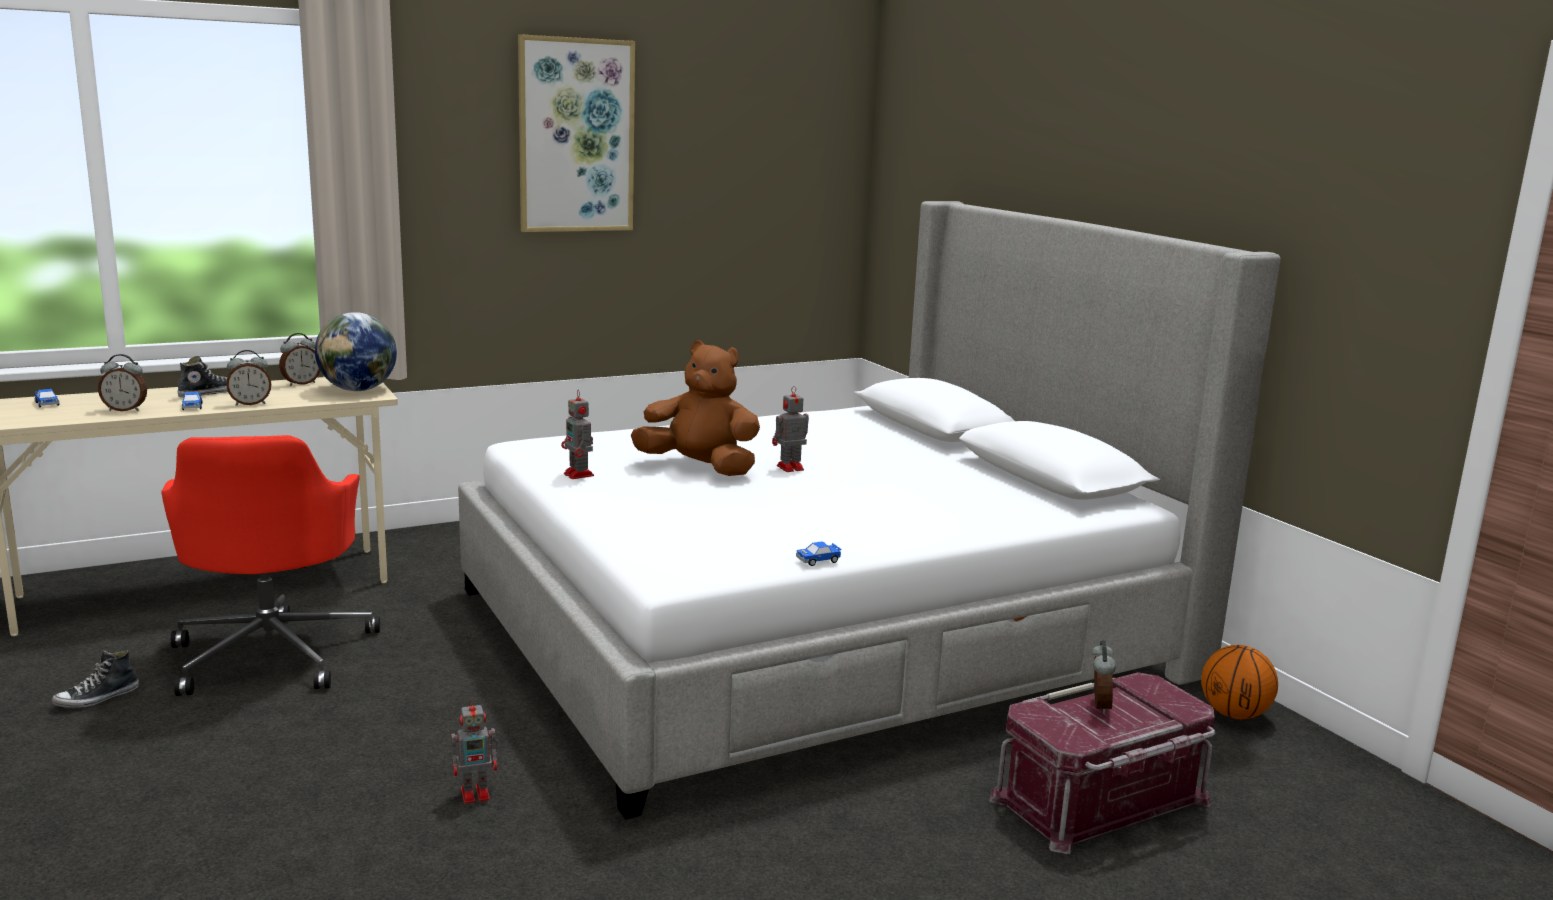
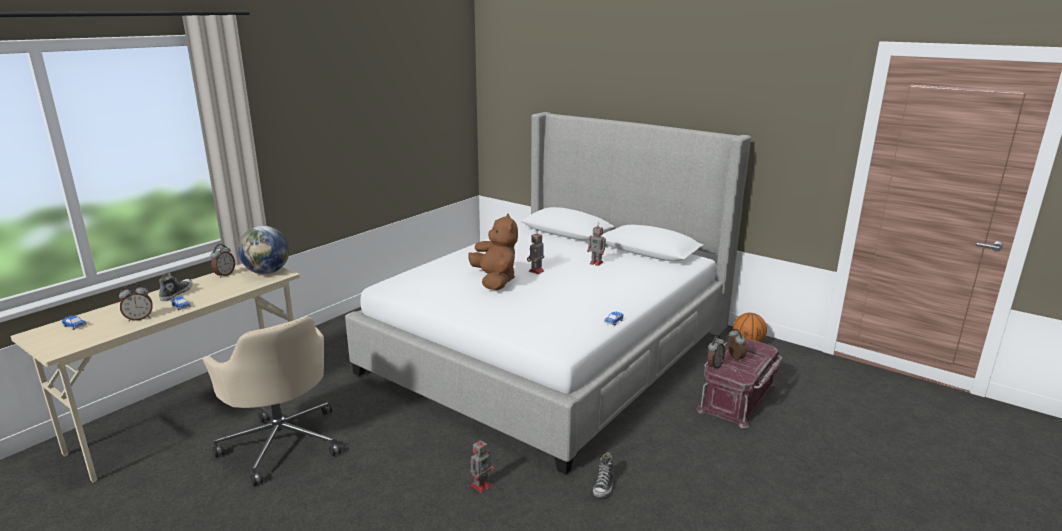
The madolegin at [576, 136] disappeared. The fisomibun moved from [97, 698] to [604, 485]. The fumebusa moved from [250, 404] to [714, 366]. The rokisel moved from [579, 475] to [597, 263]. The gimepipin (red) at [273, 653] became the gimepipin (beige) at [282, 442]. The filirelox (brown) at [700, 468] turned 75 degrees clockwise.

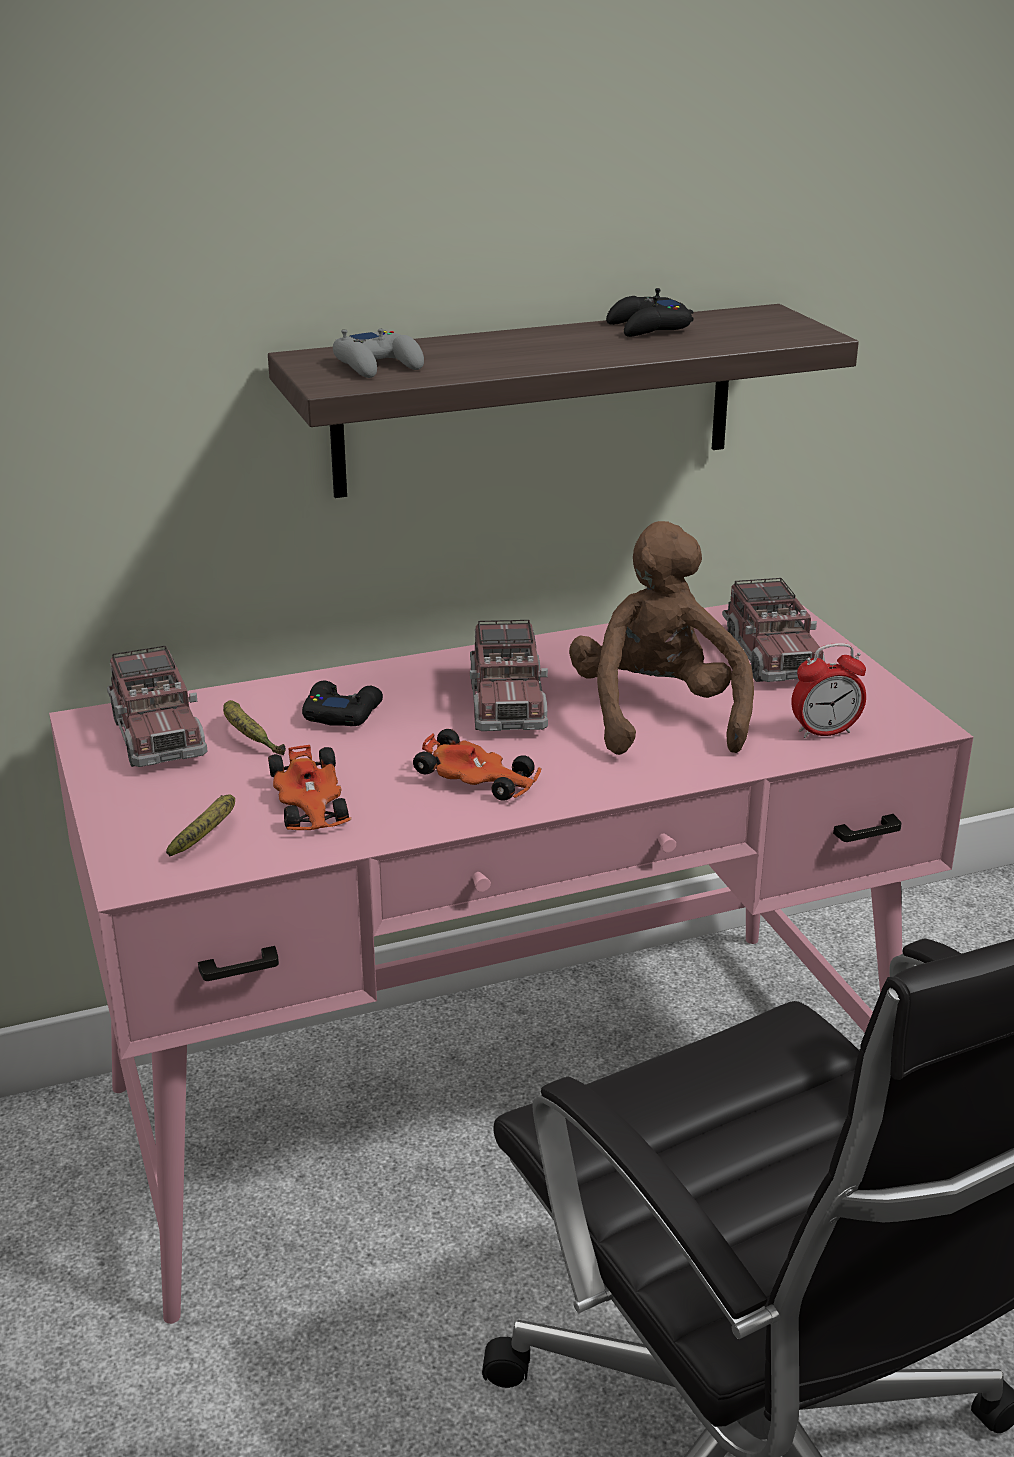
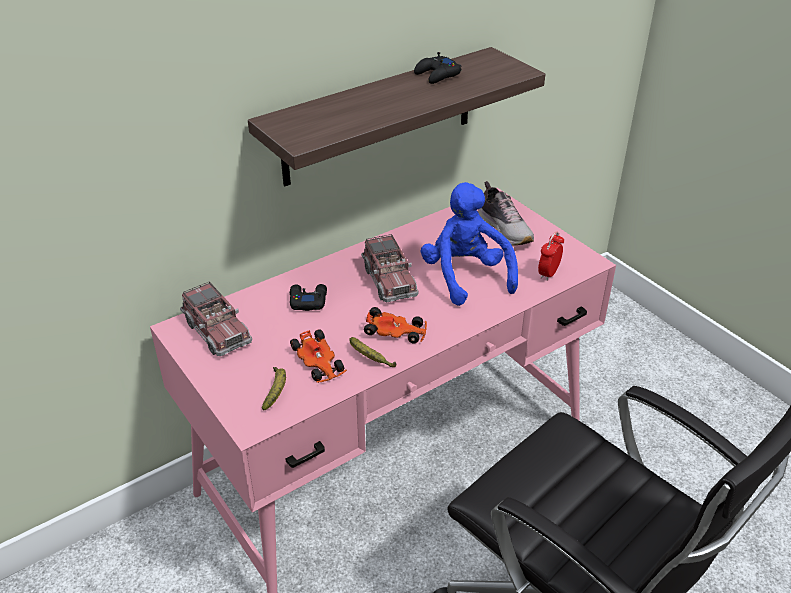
The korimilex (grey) at [378, 365] disappeared. The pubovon moved from [248, 738] to [369, 358]. The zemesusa at [772, 656] was replaced by the fisomibun at [505, 229]. The filirelox (brown) at [657, 715] became the filirelox (blue) at [465, 276]. The fumebusa at [824, 732] turned 150 degrees clockwise.

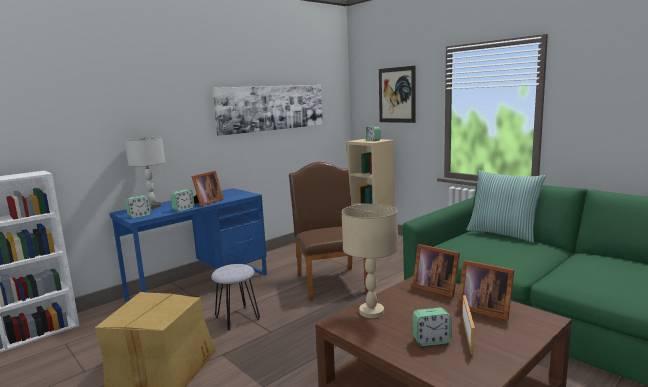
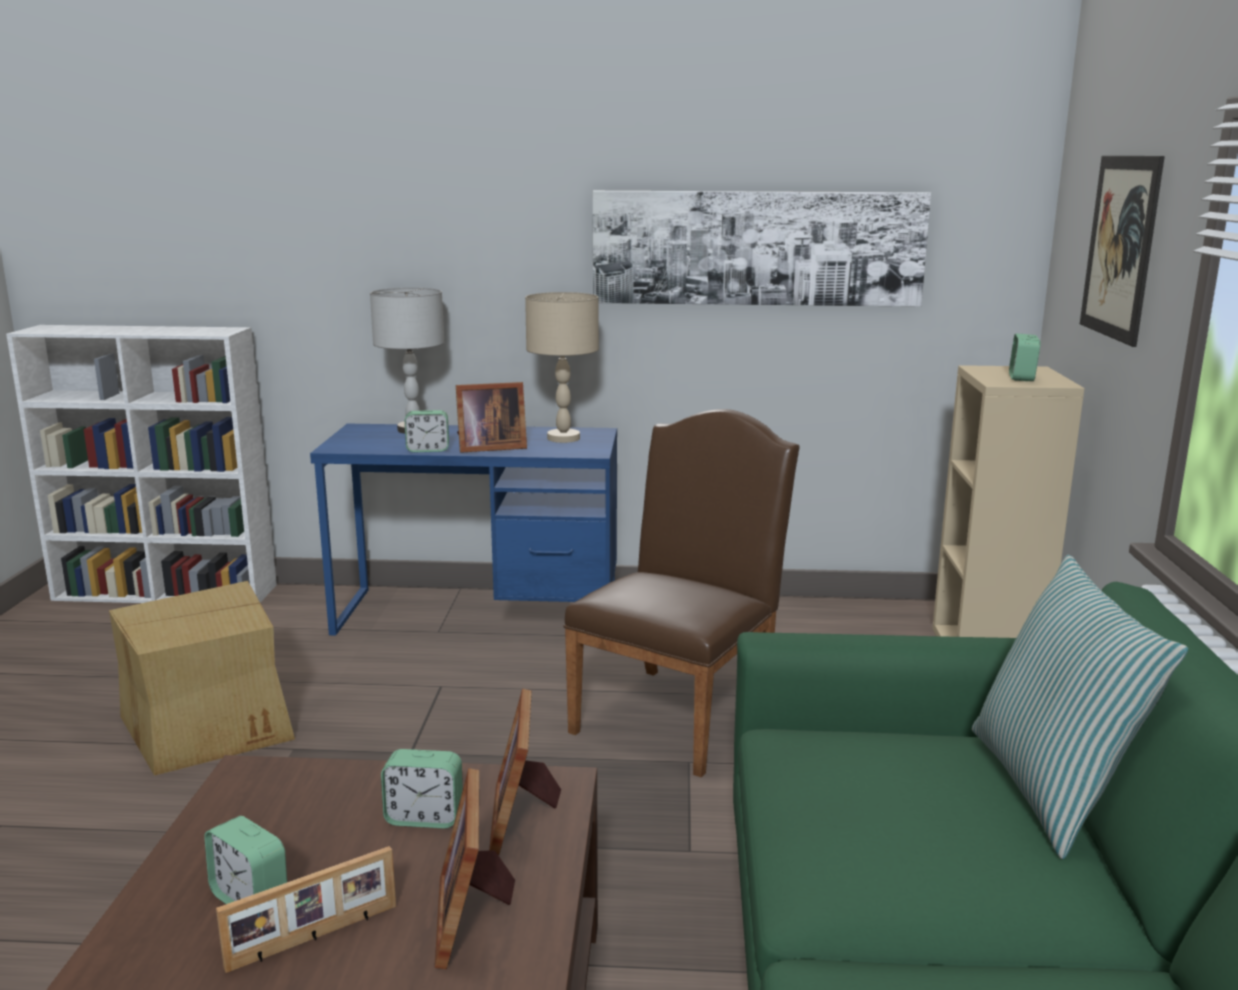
The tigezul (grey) at [237, 318] disappeared. The fumebusa moved from [140, 215] to [424, 817]. The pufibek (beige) moved from [372, 312] to [564, 438].

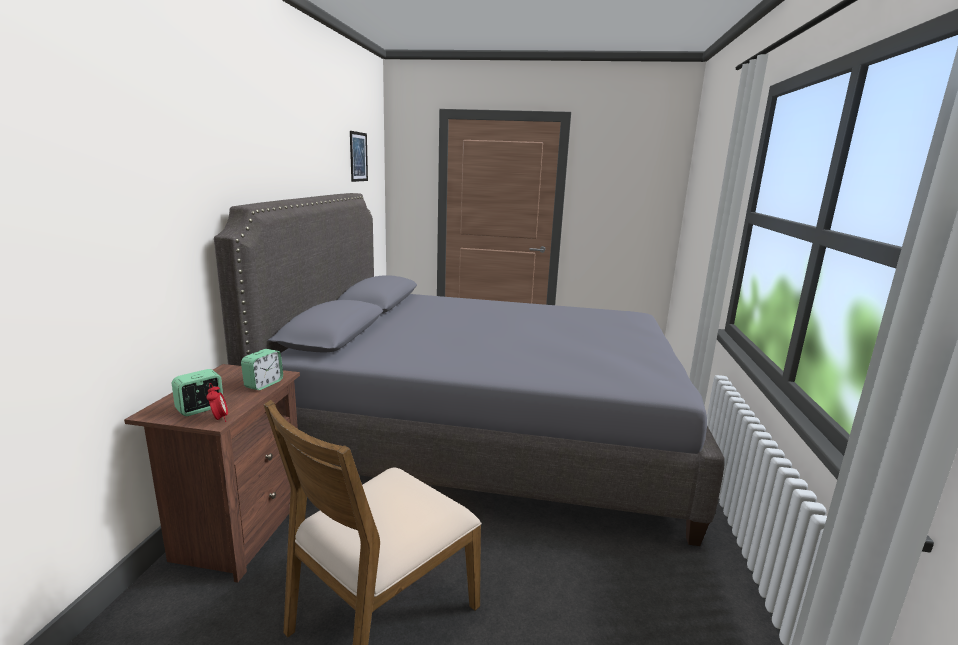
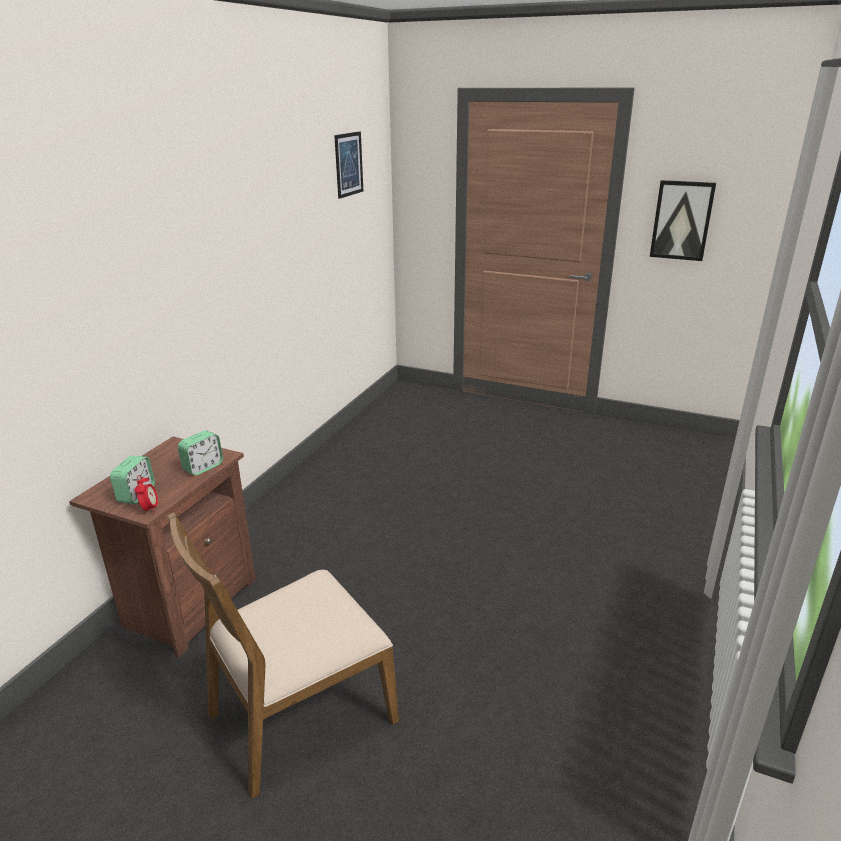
The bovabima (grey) at [484, 434] disappeared. The madolegin at [682, 220] appeared. The fumebusa at [200, 409] turned 135 degrees clockwise.

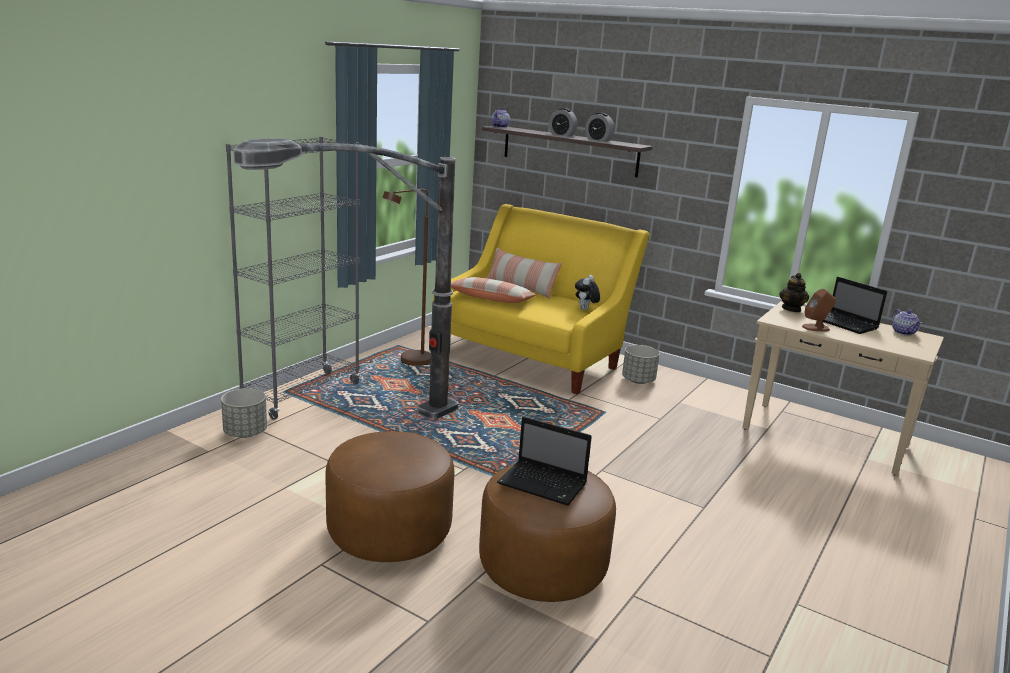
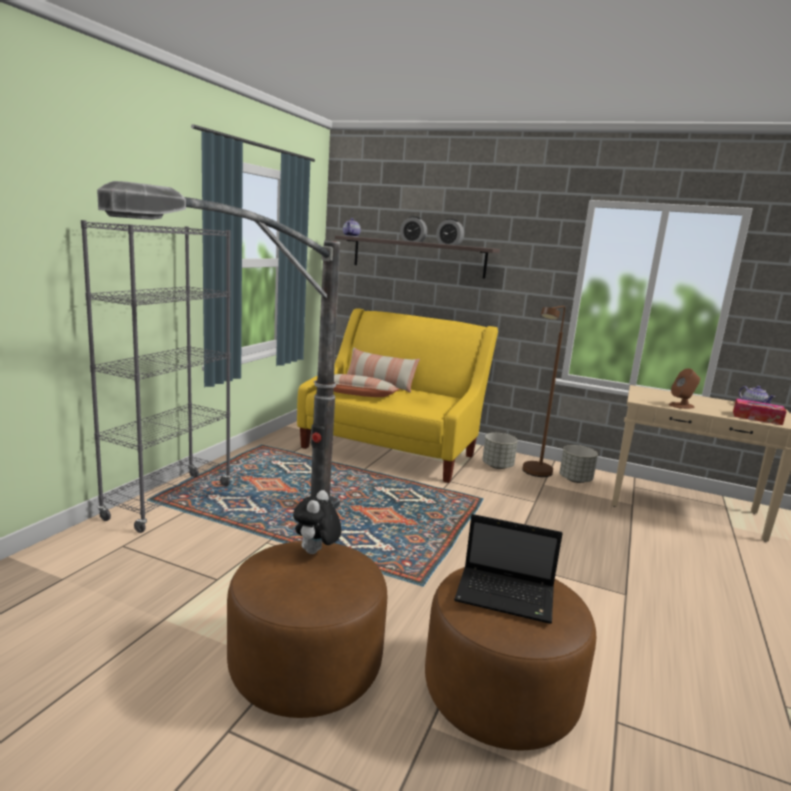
The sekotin at [791, 309] disappeared. The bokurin at [845, 323] disappeared. The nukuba at [757, 418] appeared. The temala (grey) moved from [245, 433] to [575, 480]. The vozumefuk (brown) moved from [409, 362] to [534, 473]. The filirelox moved from [585, 309] to [316, 553].

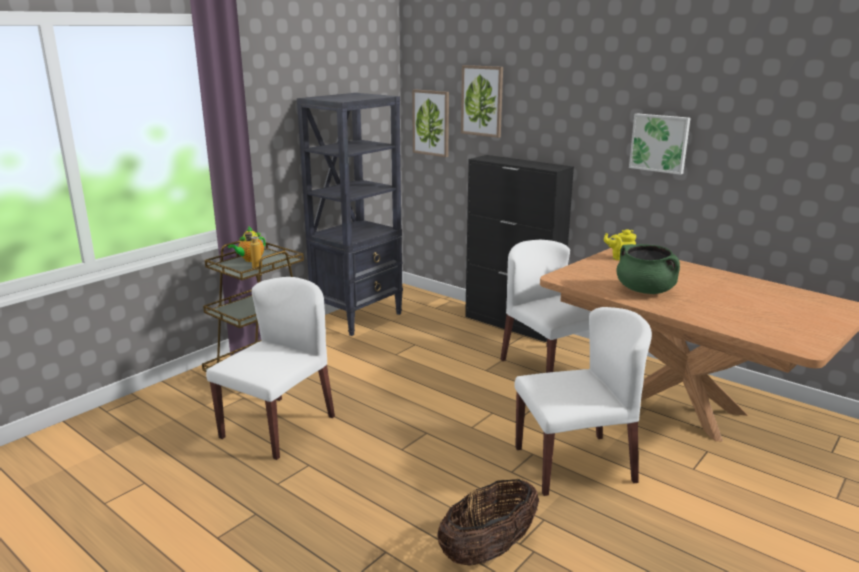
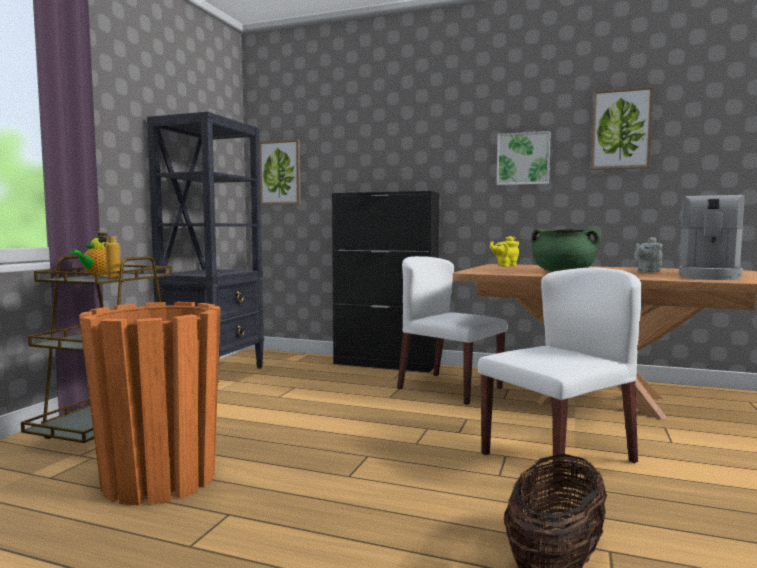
The sekotin (grey) at [647, 271] appeared. The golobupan at [708, 276] appeared. The madolegin moved from [482, 101] to [621, 129]. The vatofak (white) at [278, 426] was replaced by the temala (orange) at [160, 479].

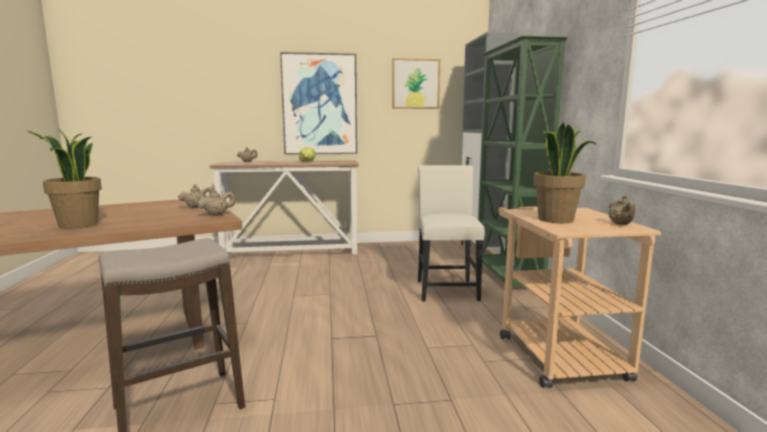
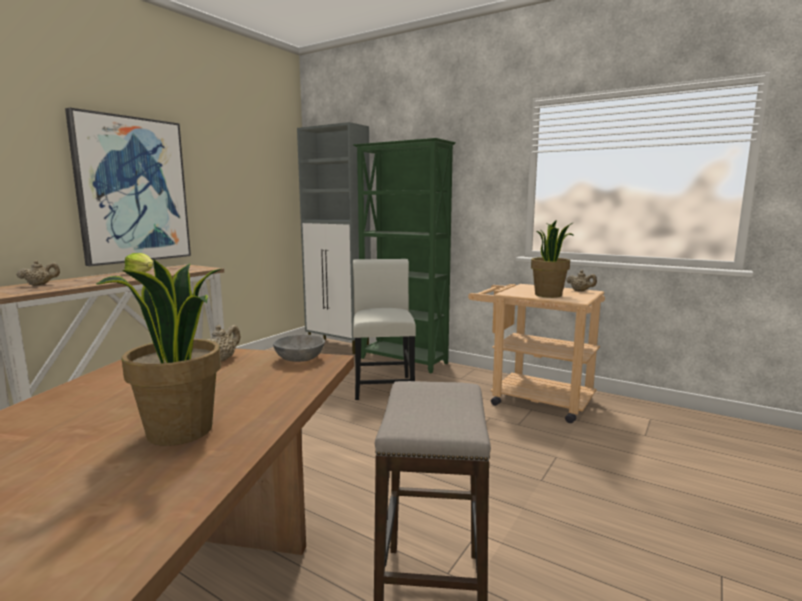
The madolegin at [415, 84] disappeared. The sekotin (beige) at [217, 215] was replaced by the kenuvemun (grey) at [299, 358]. The vatofak (white) at [446, 288] turned 45 degrees clockwise.

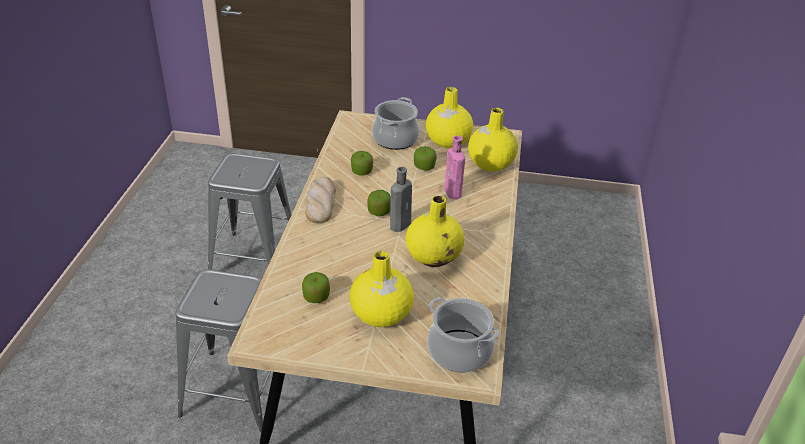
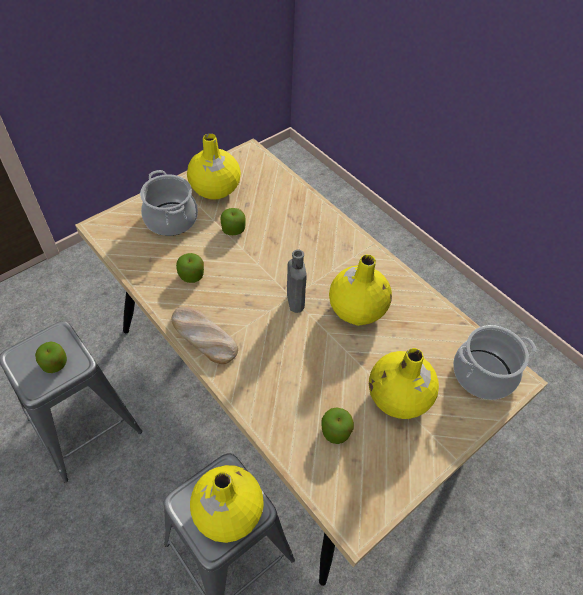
The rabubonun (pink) at [453, 193] disappeared. The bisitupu moved from [379, 211] to [54, 363]. The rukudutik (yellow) moved from [490, 163] to [227, 511].

